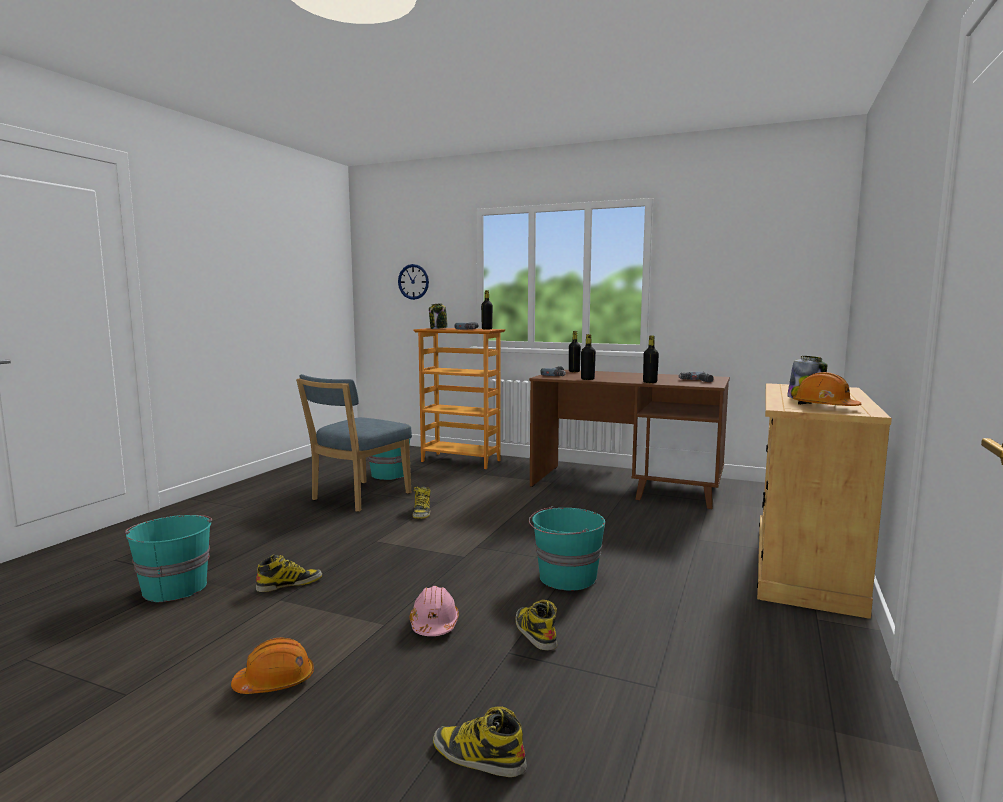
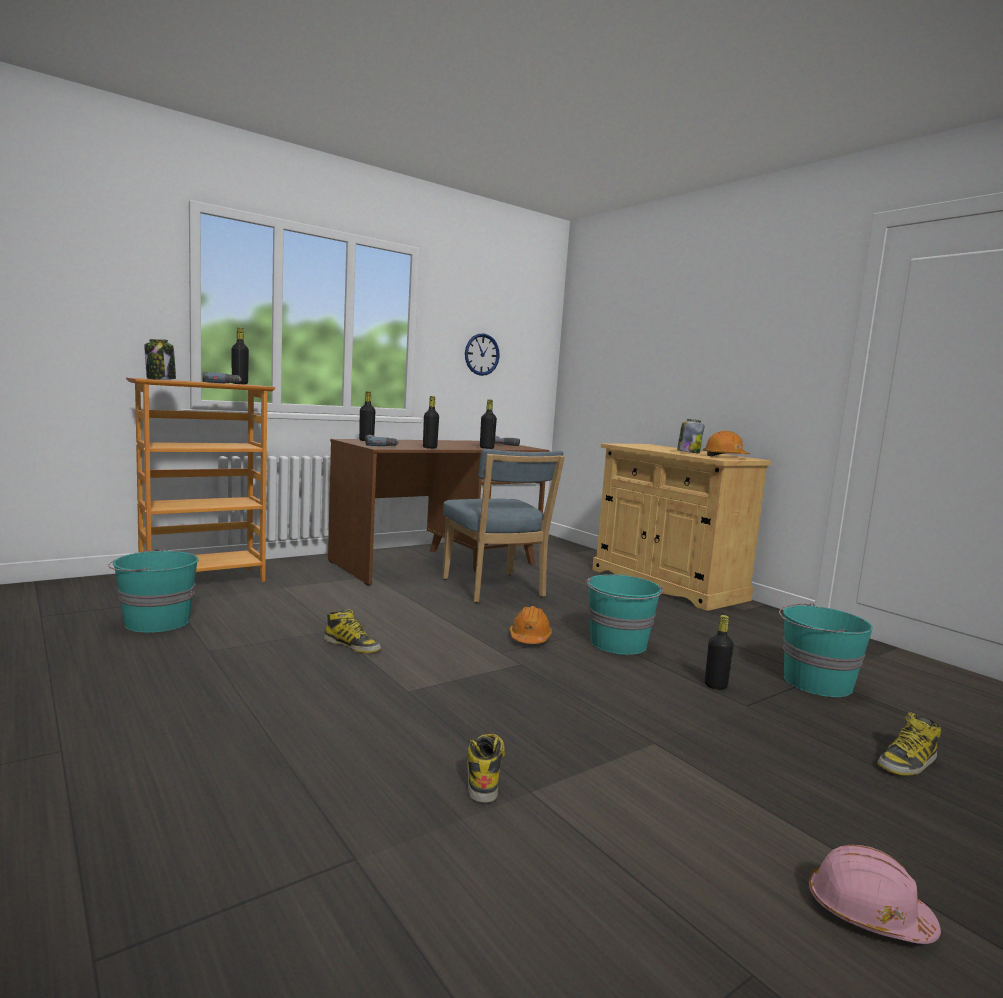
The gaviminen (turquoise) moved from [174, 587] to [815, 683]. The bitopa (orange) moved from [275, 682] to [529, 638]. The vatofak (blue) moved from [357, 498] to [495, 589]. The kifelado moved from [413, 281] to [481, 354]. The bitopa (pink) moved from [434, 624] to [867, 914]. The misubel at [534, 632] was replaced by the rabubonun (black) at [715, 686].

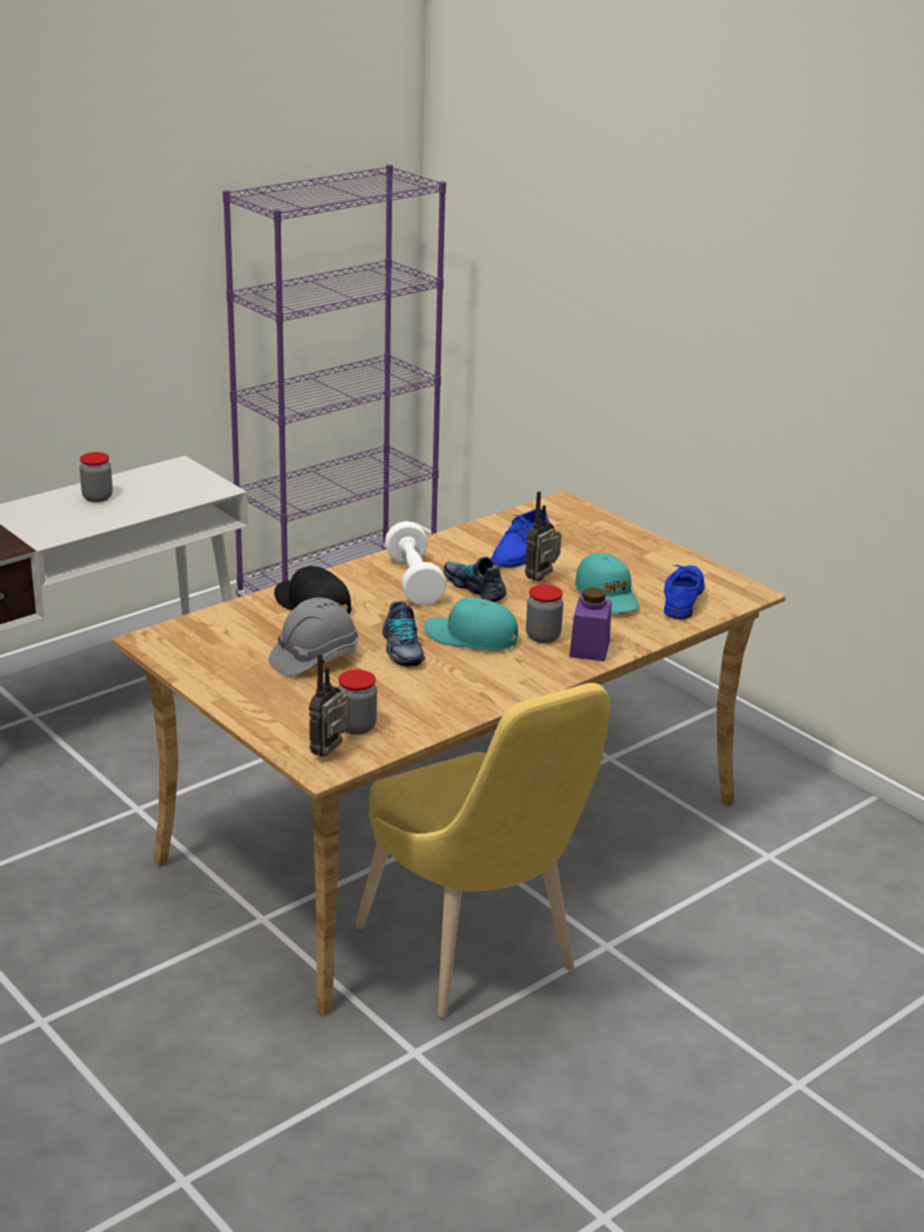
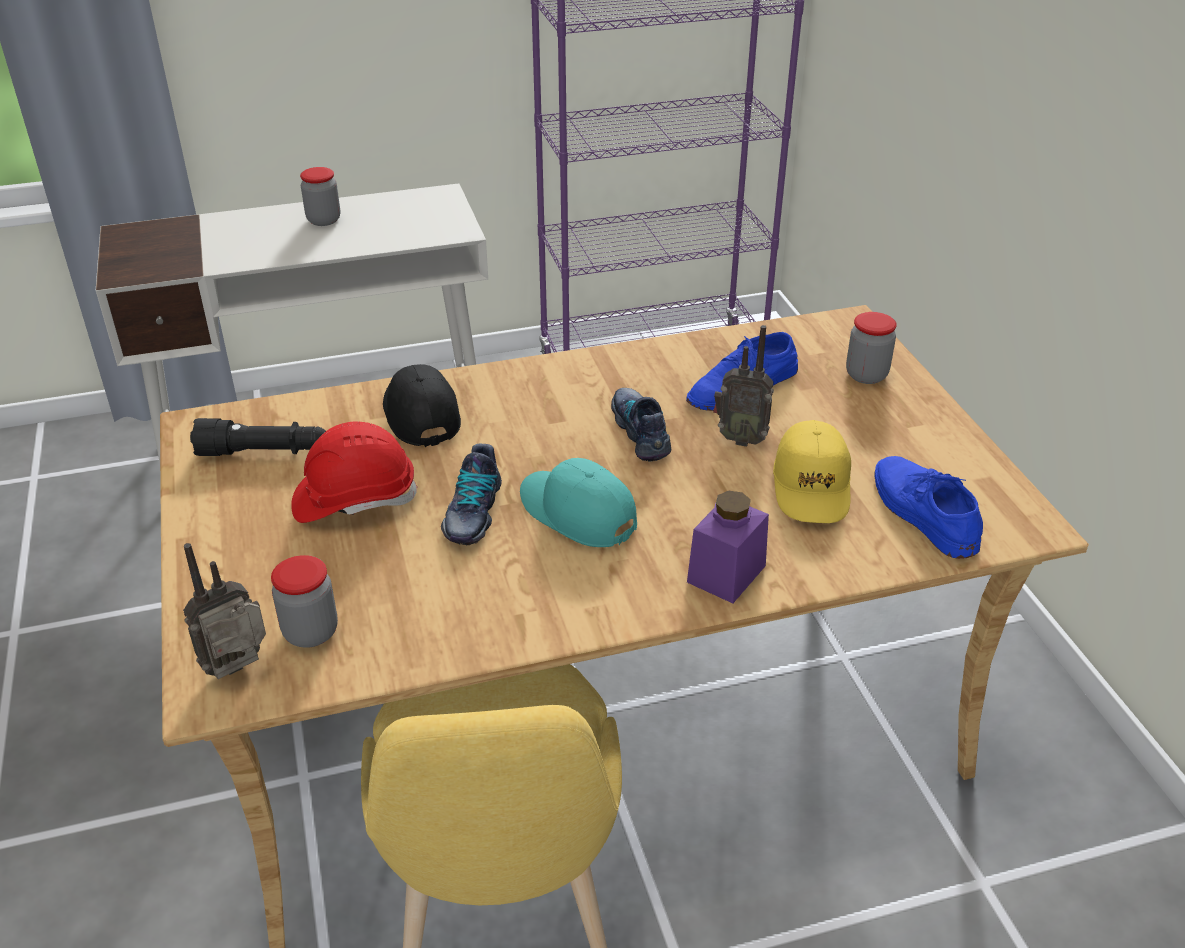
The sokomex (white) at [414, 581] disappeared. The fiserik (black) at [264, 452] appeared. The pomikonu moved from [543, 636] to [866, 375]. The bitopa (grey) at [314, 658] became the bitopa (red) at [354, 499]. The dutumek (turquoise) at [607, 596] became the dutumek (yellow) at [812, 486]. The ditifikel at [542, 579] turned 135 degrees counterclockwise. The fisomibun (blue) at [682, 597] turned 60 degrees counterclockwise.

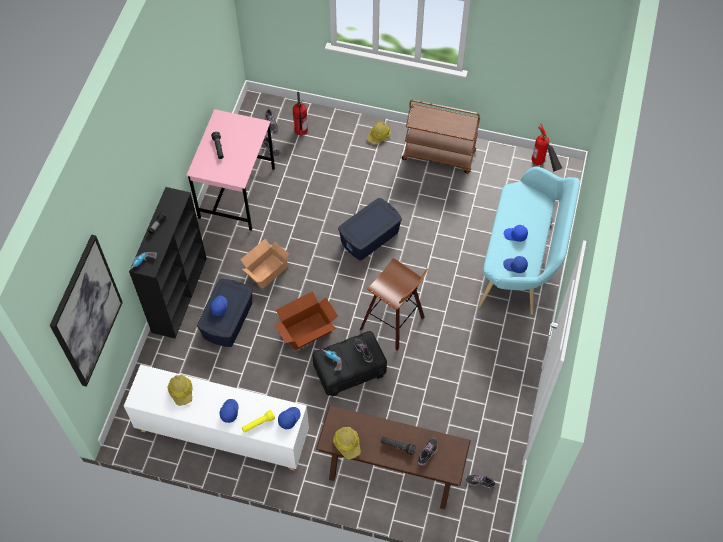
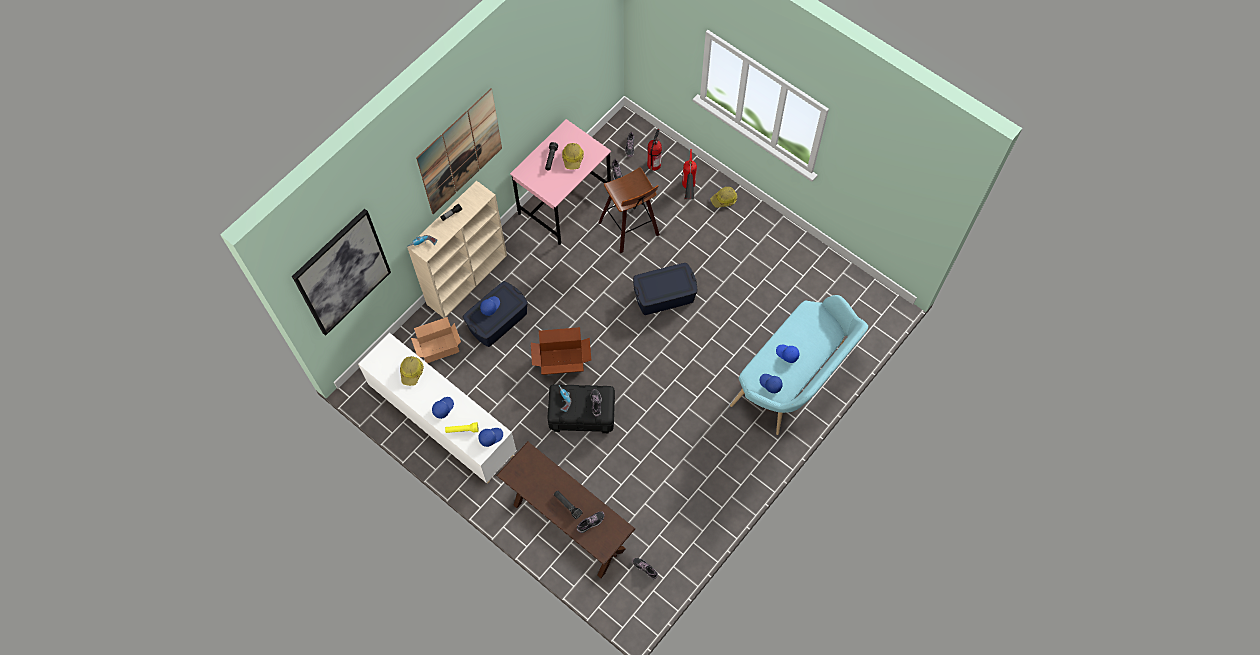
The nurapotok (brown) at [439, 155] disappeared. The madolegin at [460, 152] appeared. The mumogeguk moved from [266, 270] to [438, 347]. The bitopa moved from [347, 443] to [573, 158]. The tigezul moved from [395, 322] to [631, 229]. The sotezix moved from [543, 169] to [688, 194]. The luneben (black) at [179, 294] became the luneben (beige) at [467, 278].

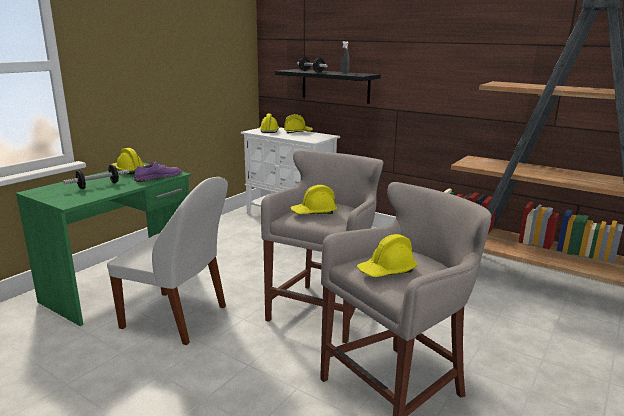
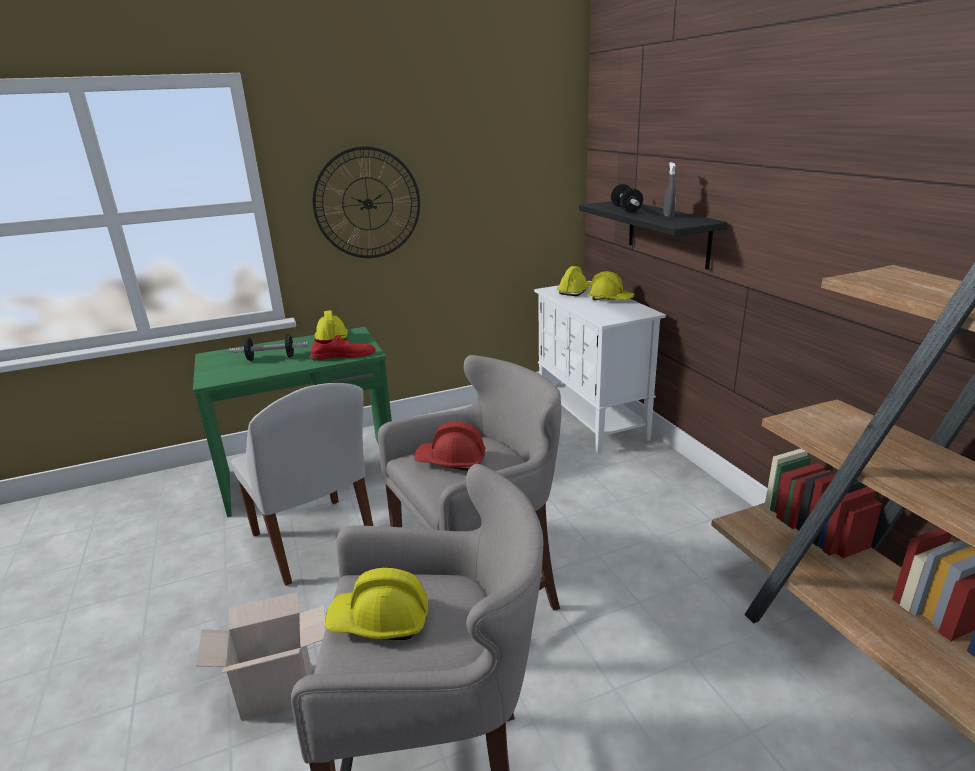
The mumogeguk at [280, 689] appeared. The kifelado at [367, 204] appeared. The fisomibun (purple) at [158, 177] became the fisomibun (red) at [343, 355]. The bitopa (yellow) at [314, 212] became the bitopa (red) at [451, 460].

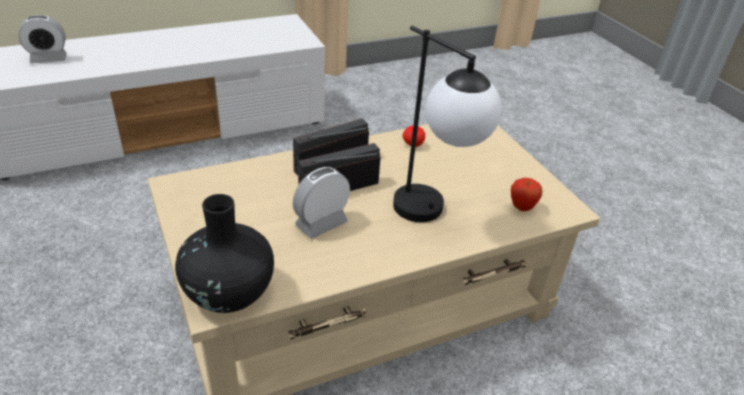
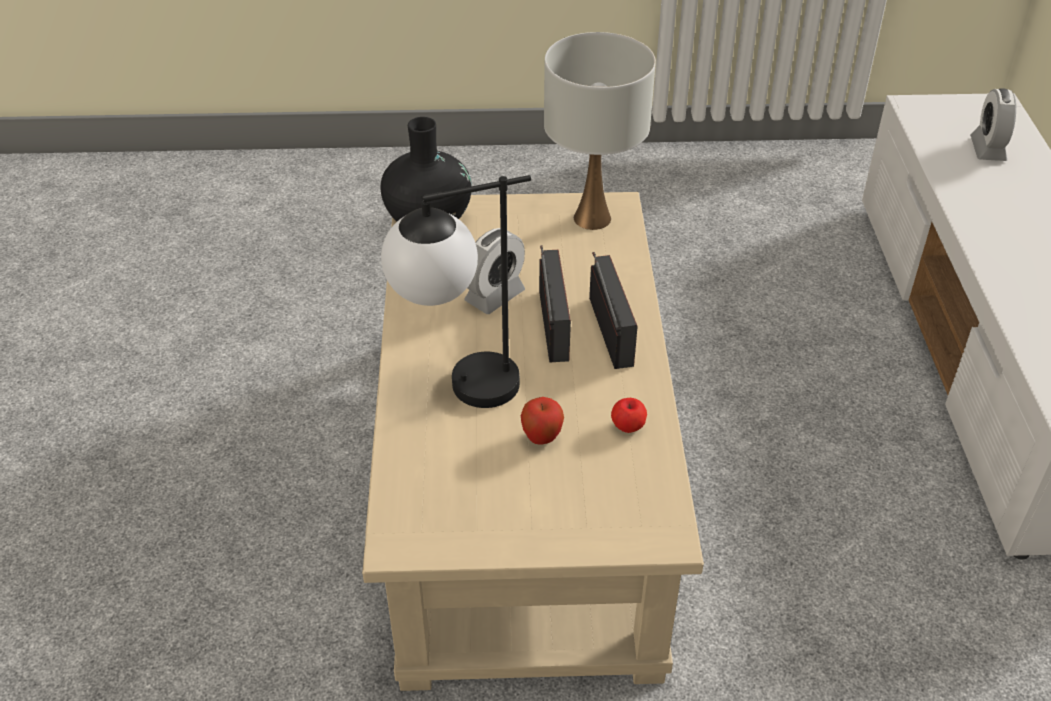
The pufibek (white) at [592, 219] appeared. The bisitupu moved from [522, 207] to [541, 438]. The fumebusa at [321, 224] turned 60 degrees clockwise.

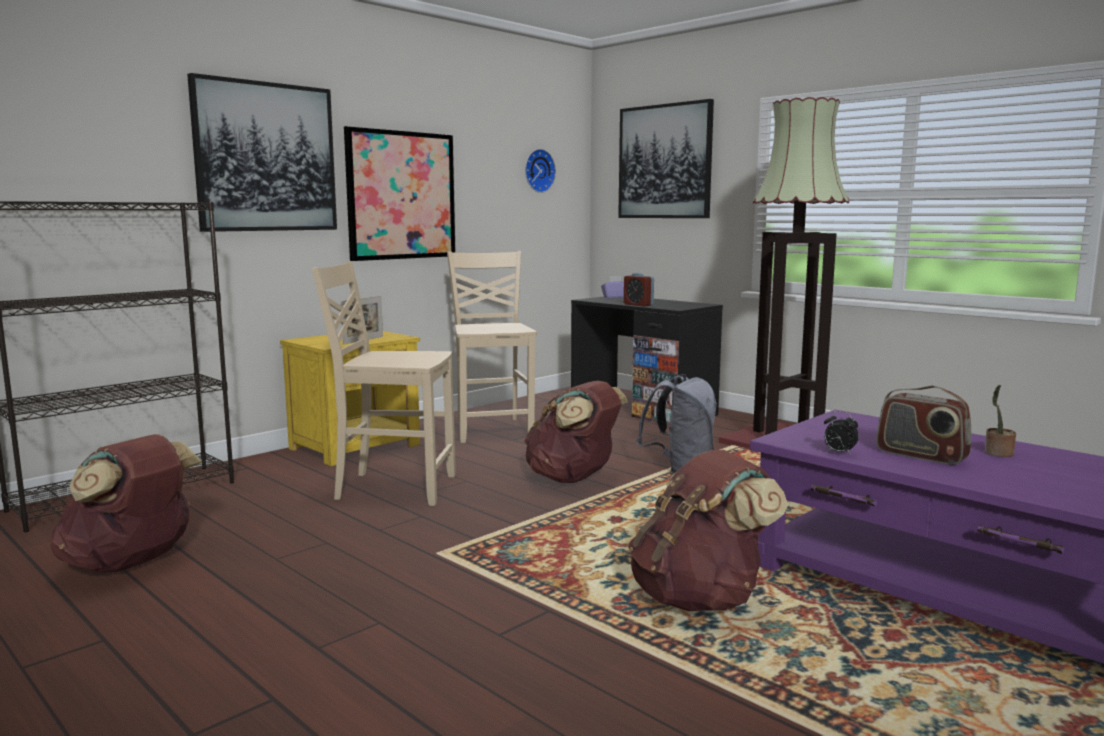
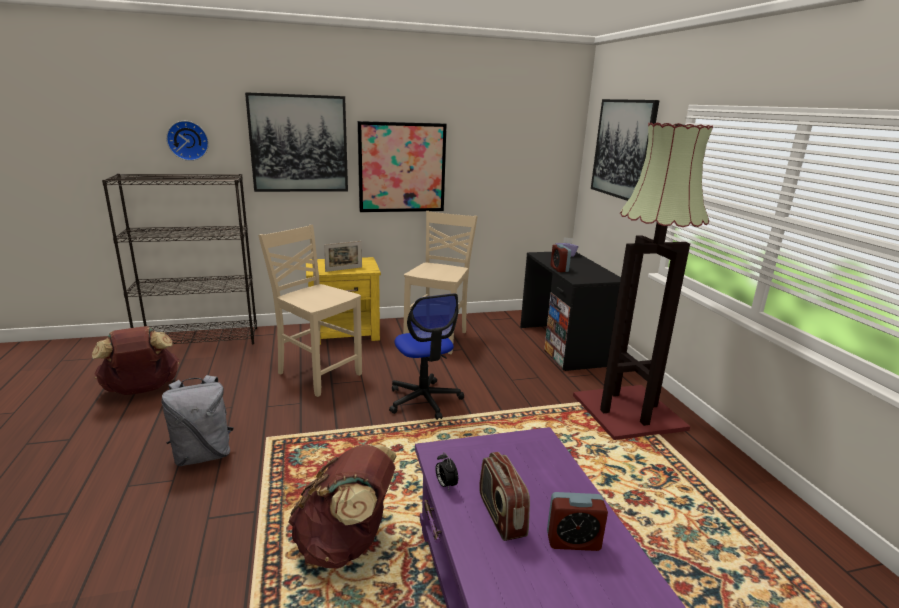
The kifelado moved from [538, 171] to [188, 140]. The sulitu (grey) moved from [680, 468] to [203, 455]. The sulitu (brown) at [573, 479] was replaced by the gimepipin at [424, 400]. The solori at [997, 453] was replaced by the fumebusa at [573, 541].

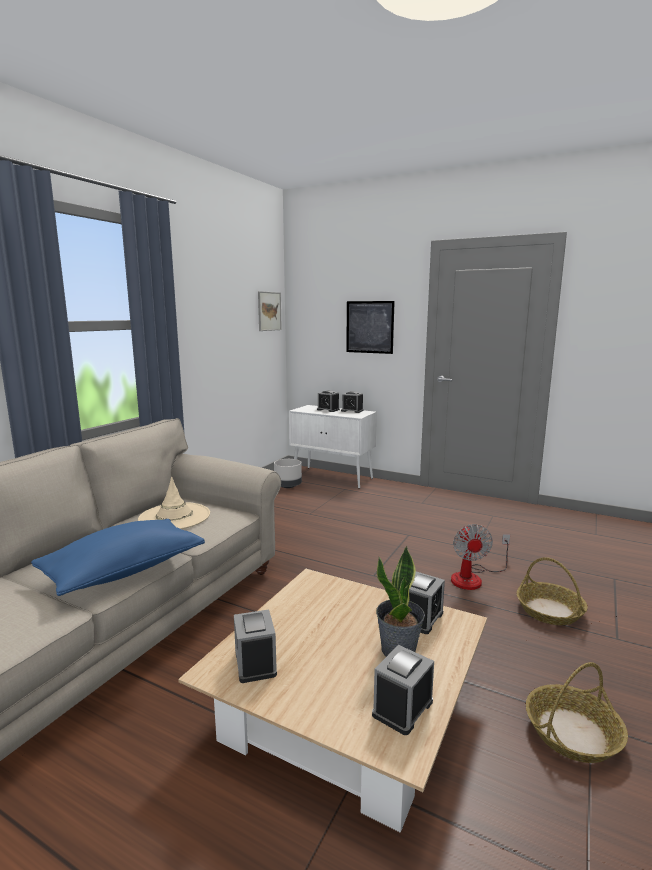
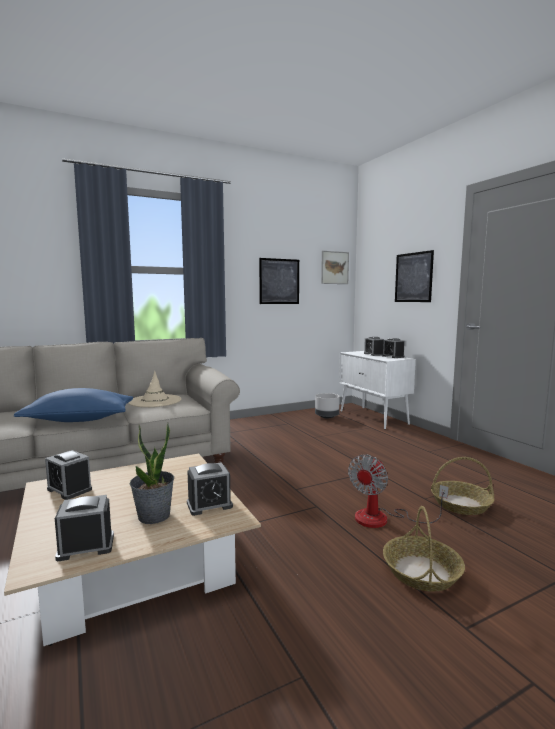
The madolegin at [279, 281] appeared. The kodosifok moved from [572, 733] to [460, 504]. The fumebusa at [255, 663] turned 75 degrees counterclockwise.

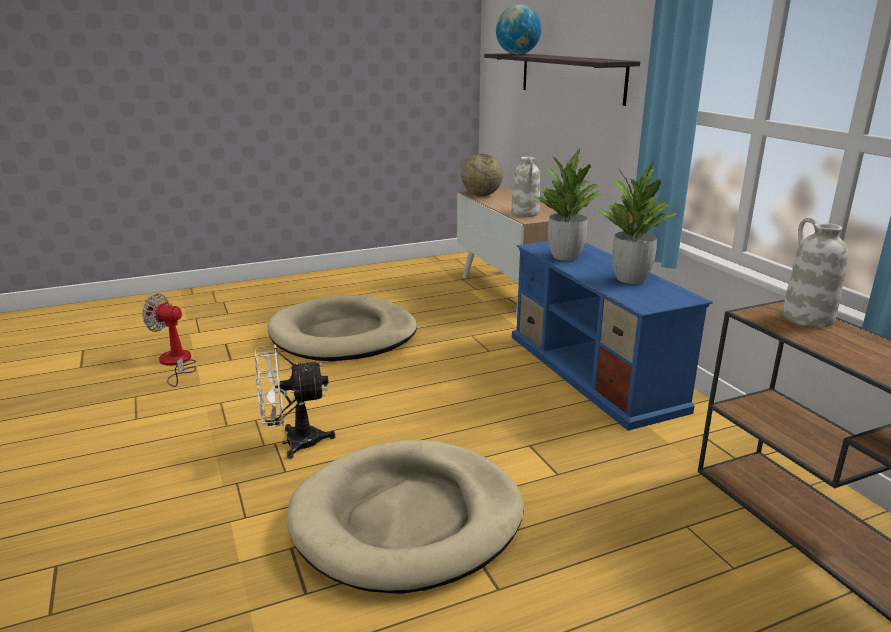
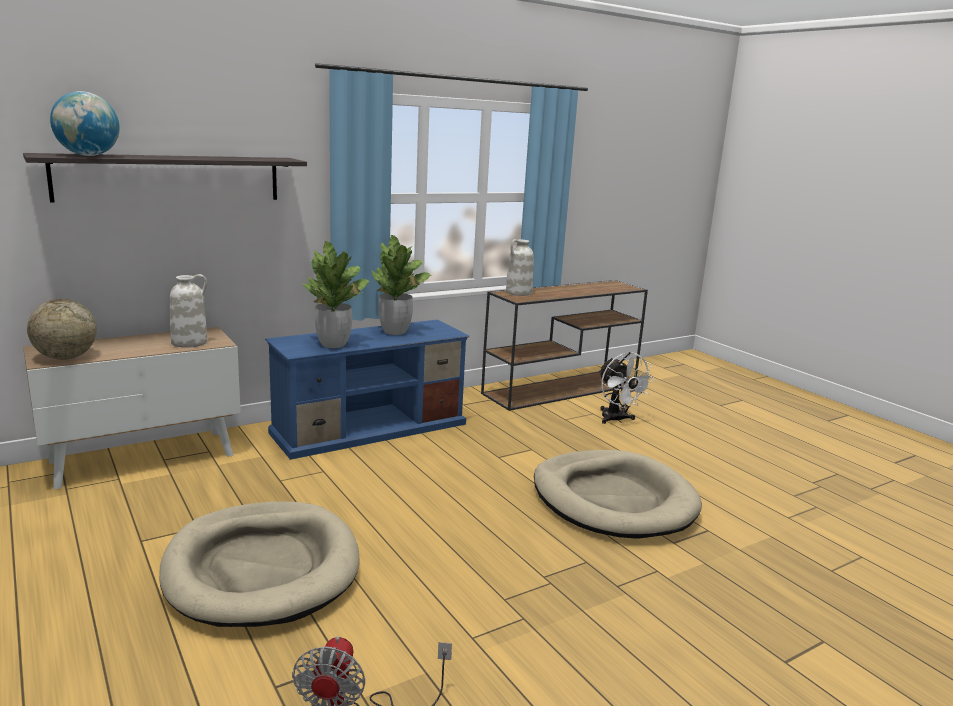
The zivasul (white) moved from [293, 442] to [616, 420].

